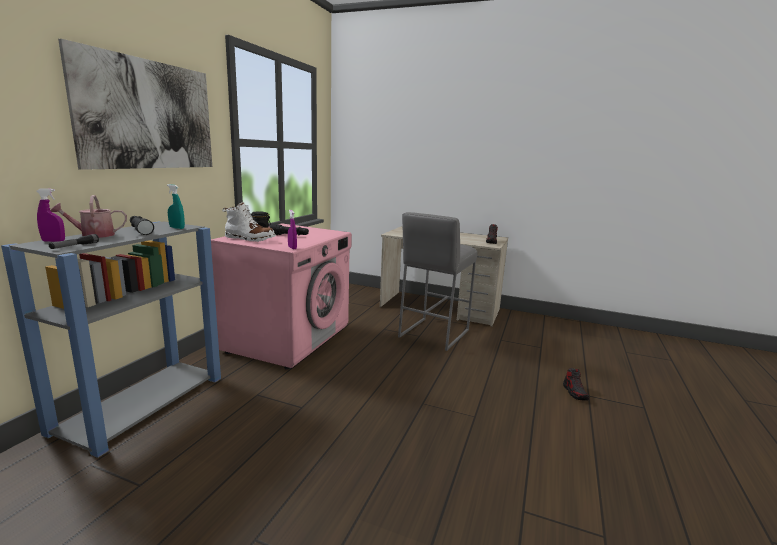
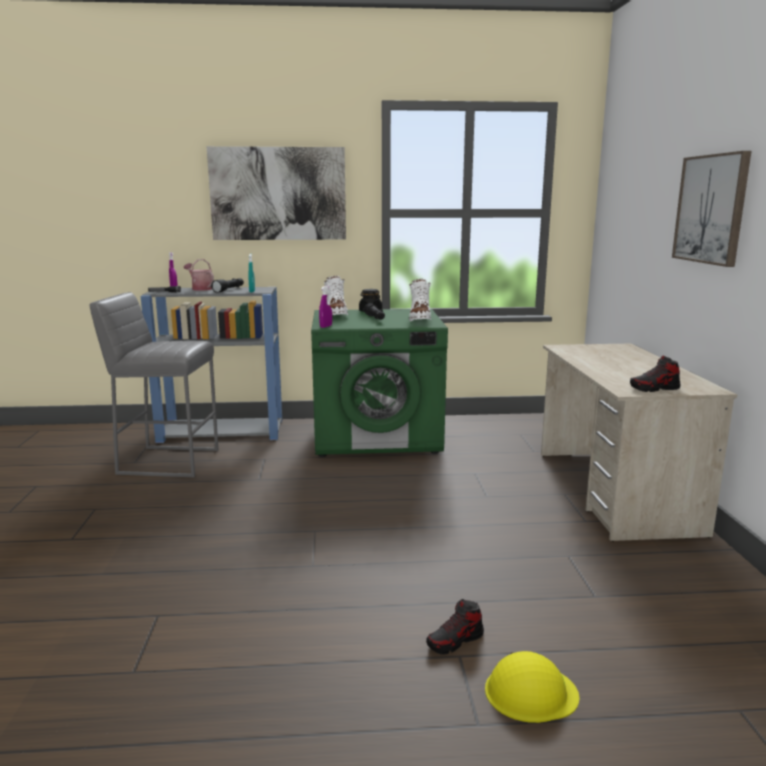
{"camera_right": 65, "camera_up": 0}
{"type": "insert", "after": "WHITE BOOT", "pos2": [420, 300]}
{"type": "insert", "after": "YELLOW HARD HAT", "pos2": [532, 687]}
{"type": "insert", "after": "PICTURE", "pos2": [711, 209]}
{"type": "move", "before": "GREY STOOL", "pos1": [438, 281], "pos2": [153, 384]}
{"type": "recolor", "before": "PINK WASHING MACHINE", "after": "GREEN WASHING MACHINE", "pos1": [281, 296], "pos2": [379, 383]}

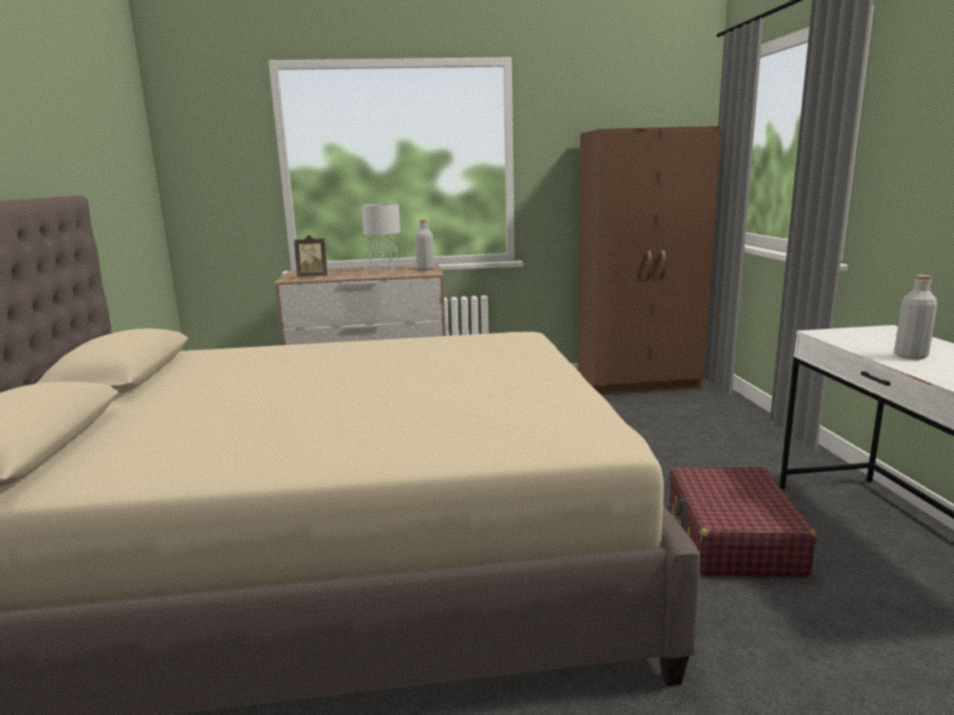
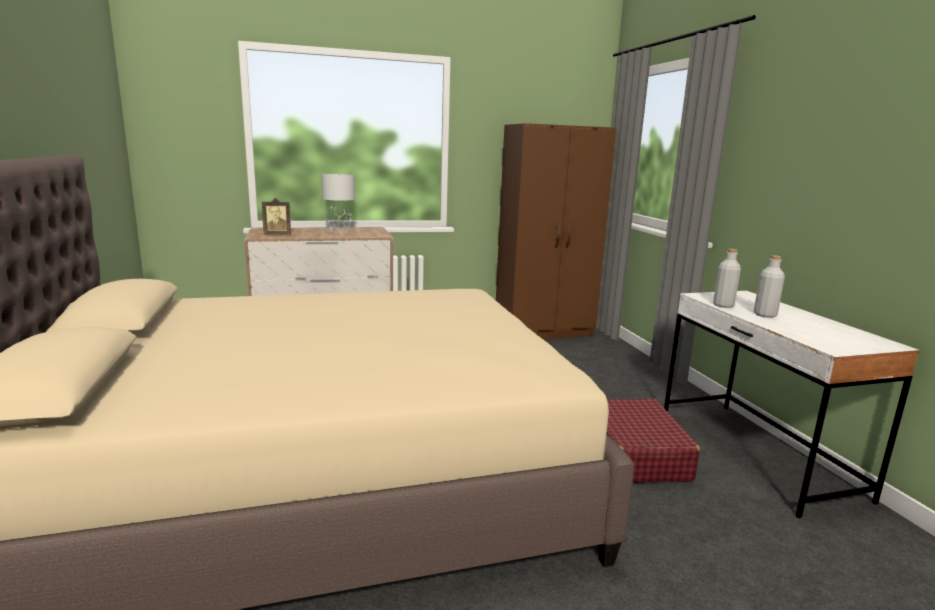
{"camera_right": -10, "camera_up": 0}
{"type": "move", "before": "GREY BOTTLE", "pos1": [425, 245], "pos2": [727, 278]}

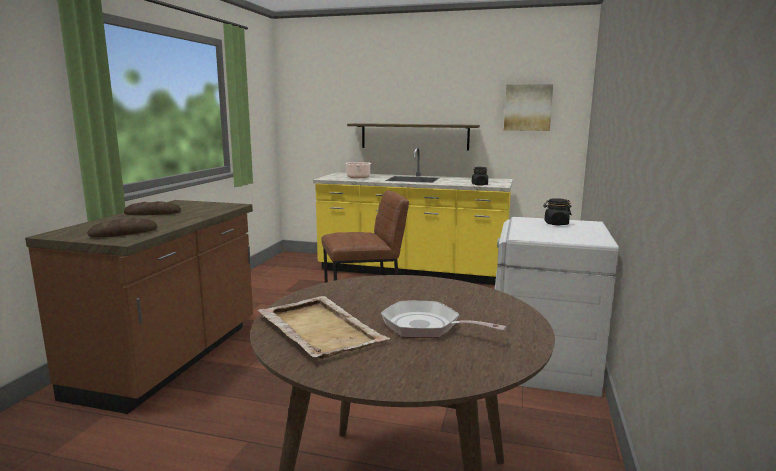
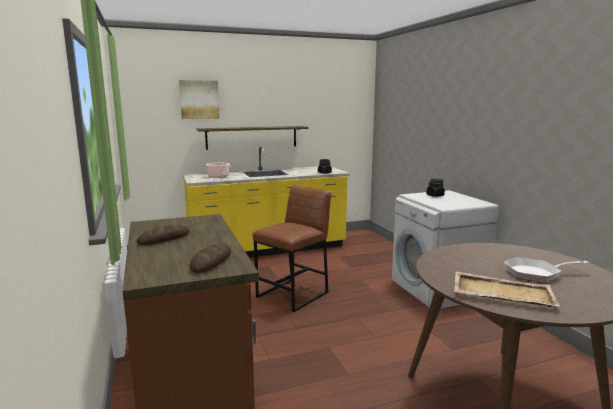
{"camera_right": -35, "camera_up": 0}
{"type": "move", "before": "PICTURE", "pos1": [528, 107], "pos2": [199, 99]}

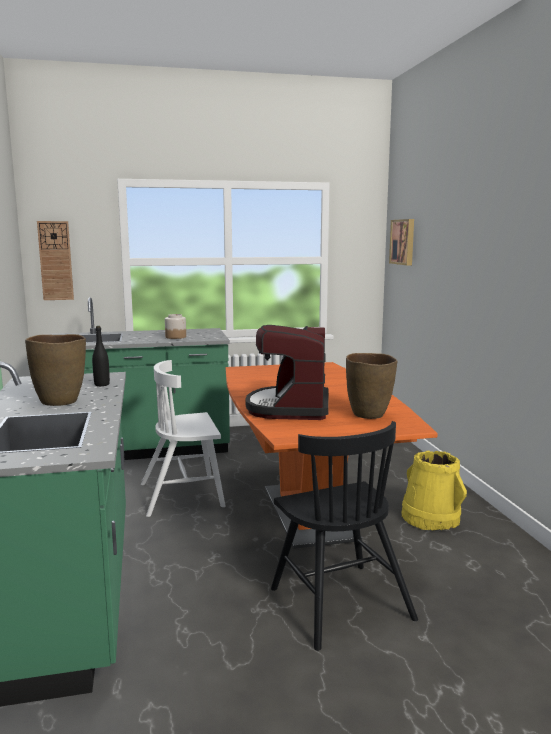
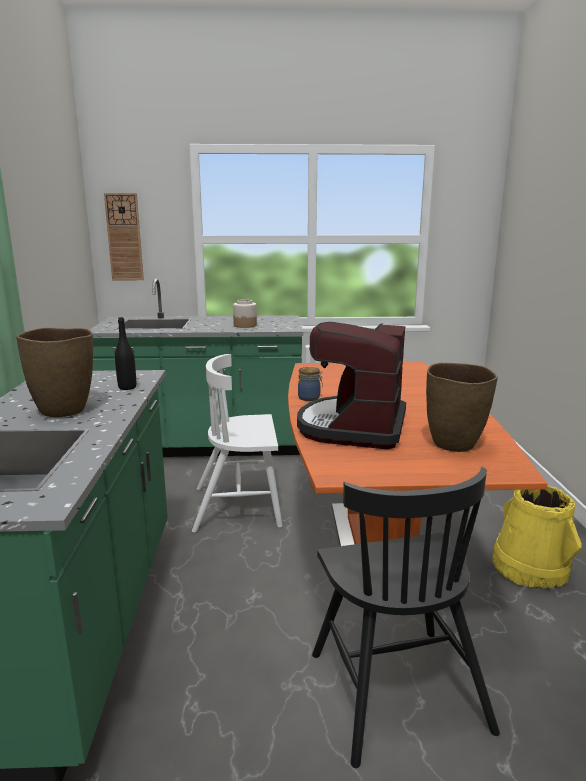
{"camera_right": 10, "camera_up": 5}
{"type": "delete", "before": "PICTURE", "pos1": [401, 242]}
{"type": "insert", "after": "JAR", "pos2": [310, 384]}

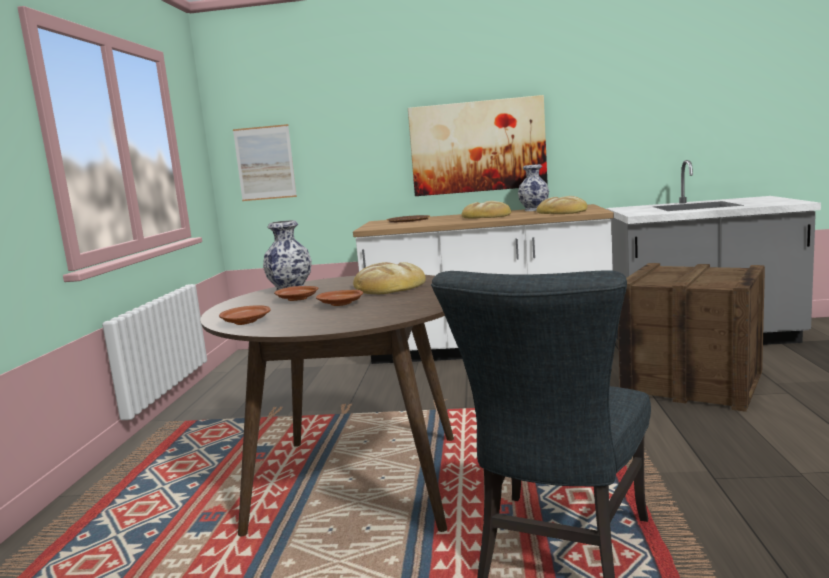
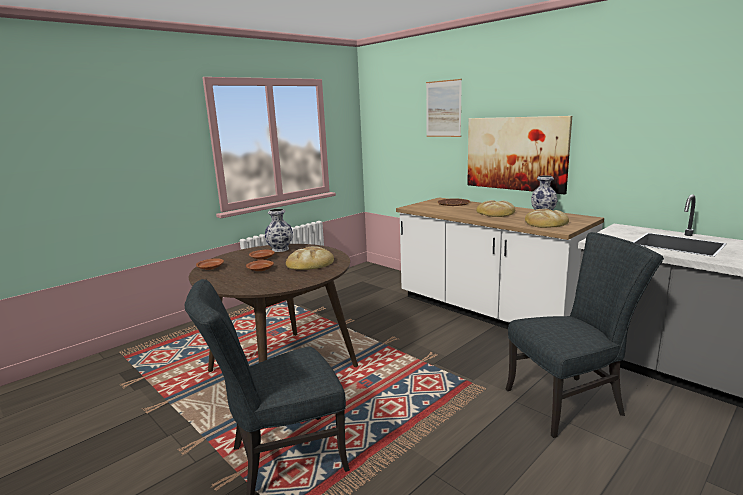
{"camera_right": 40, "camera_up": 5}
{"type": "move", "before": "PICTURE", "pos1": [265, 162], "pos2": [444, 108]}
{"type": "replace", "before": "CRATE", "after": "GREY CHAIR", "pos1": [691, 337], "pos2": [585, 335]}

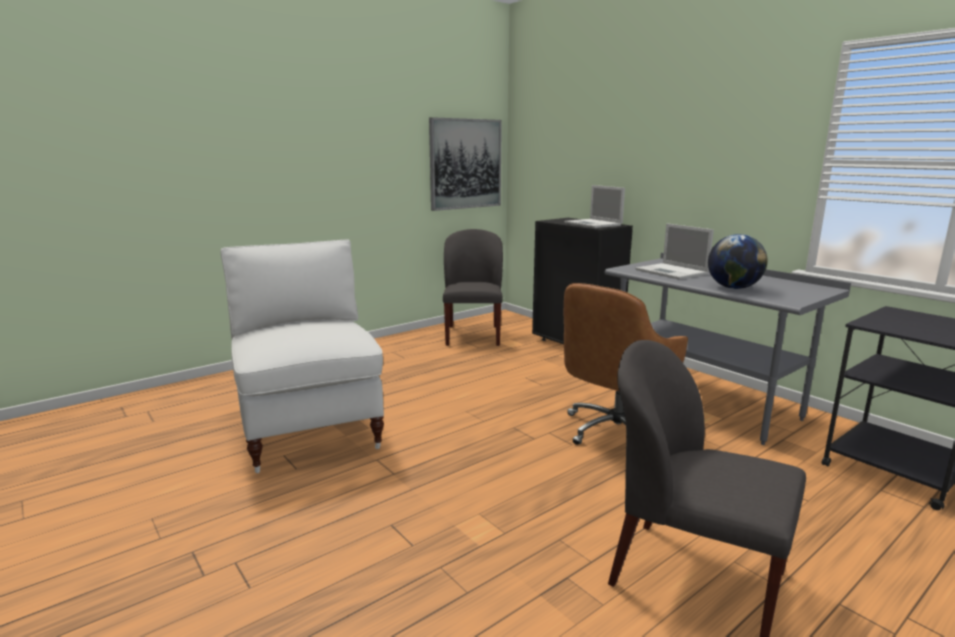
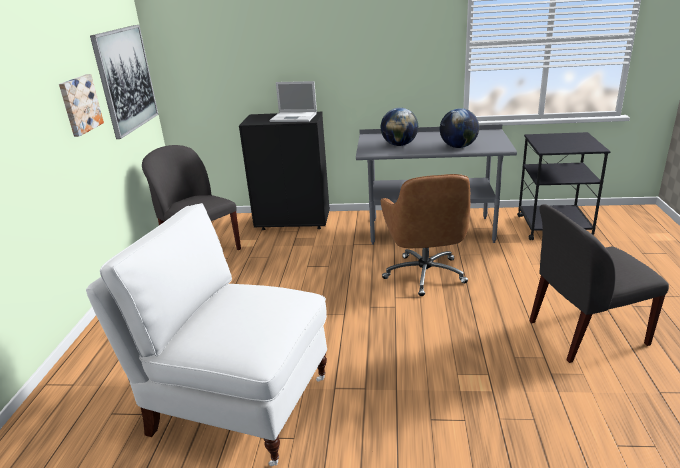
{"camera_right": -45, "camera_up": 10}
{"type": "insert", "after": "PICTURE", "pos2": [81, 105]}
{"type": "replace", "before": "LAPTOP", "after": "GLOBE", "pos1": [674, 251], "pos2": [399, 127]}

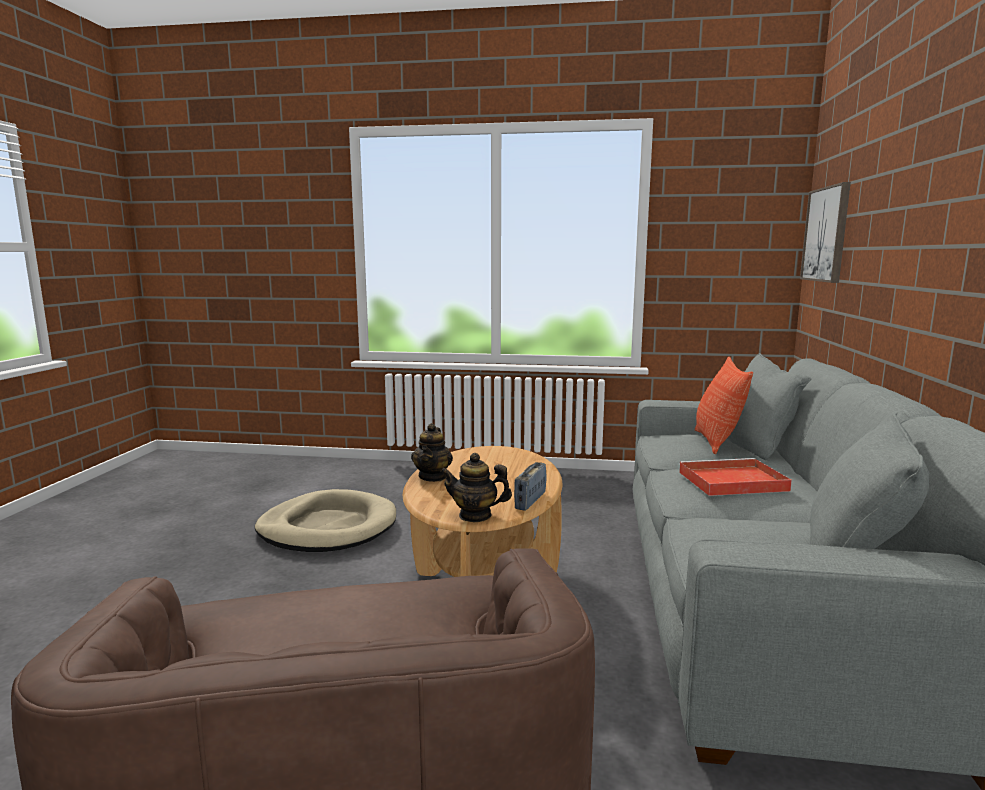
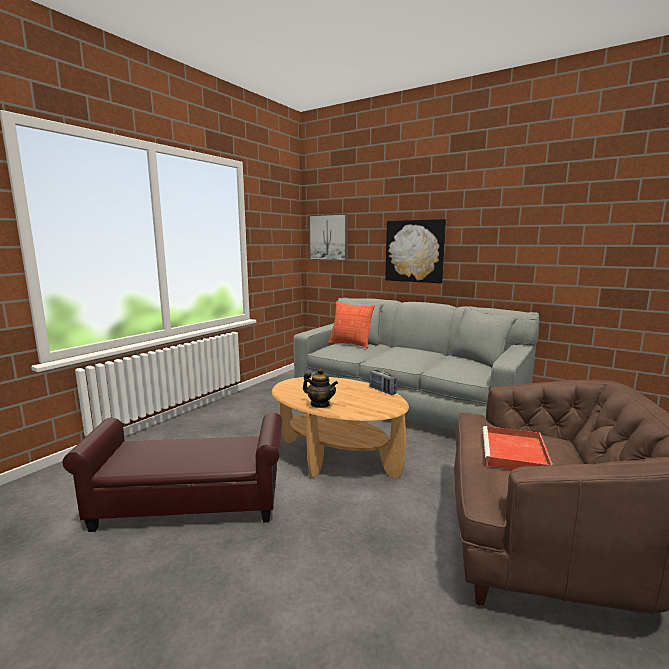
{"camera_right": -65, "camera_up": 0}
{"type": "delete", "before": "TEAPOT", "pos1": [476, 487]}
{"type": "insert", "after": "PICTURE", "pos2": [415, 251]}
{"type": "move", "before": "RED TRAY", "pos1": [735, 477], "pos2": [518, 448]}
{"type": "replace", "before": "BEIGE DOG BED", "after": "BROWN OTTOMAN", "pos1": [325, 520], "pos2": [172, 472]}

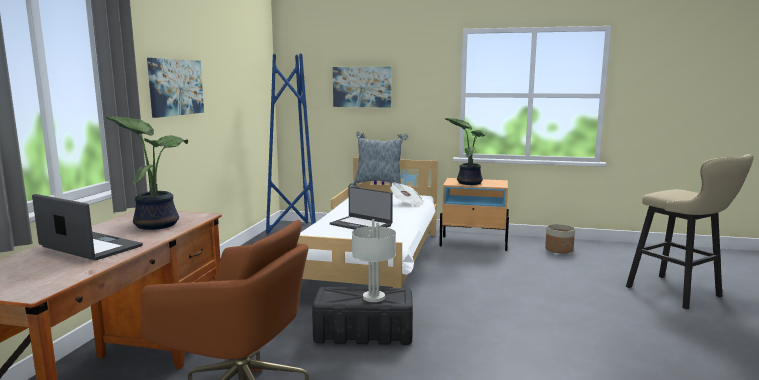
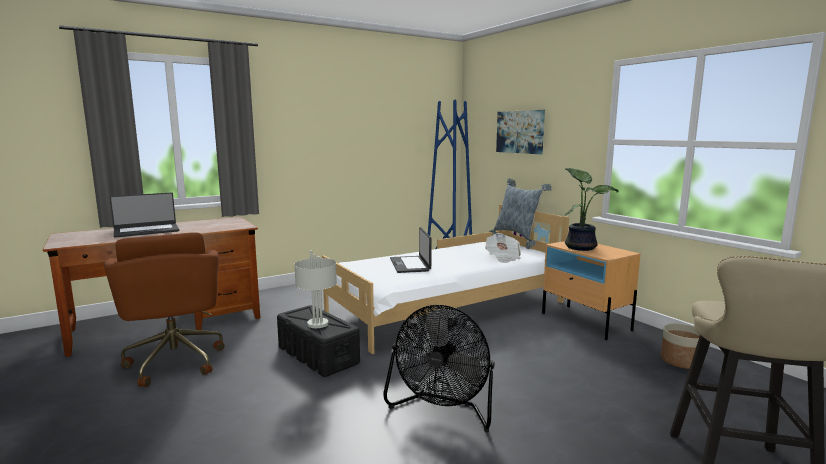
{"camera_right": 45, "camera_up": 0}
{"type": "delete", "before": "POTTED PLANT", "pos1": [146, 173]}
{"type": "delete", "before": "PICTURE", "pos1": [175, 88]}
{"type": "insert", "after": "BLACK FAN", "pos2": [439, 368]}
{"type": "rotate", "before": "LAPTOP", "pos1": [87, 227], "pos2": [145, 215], "turn": 75}

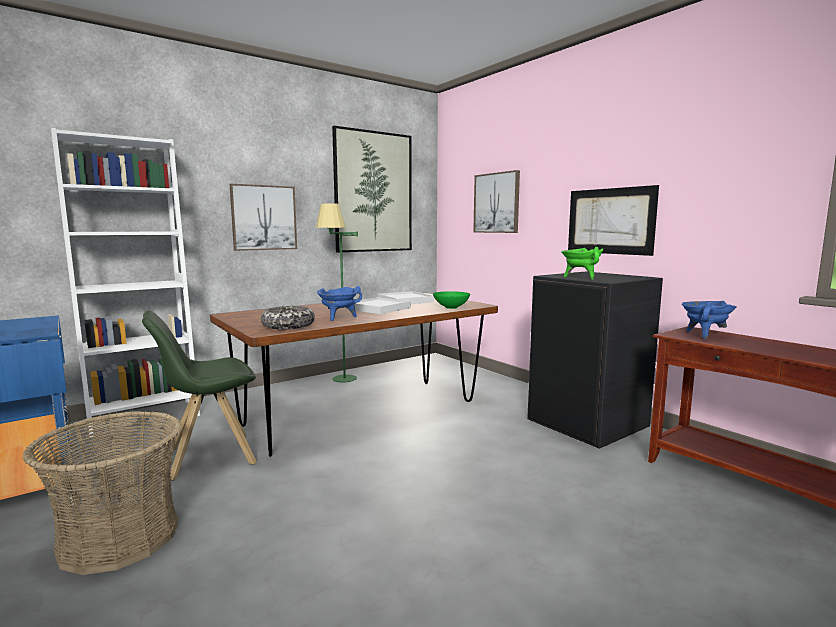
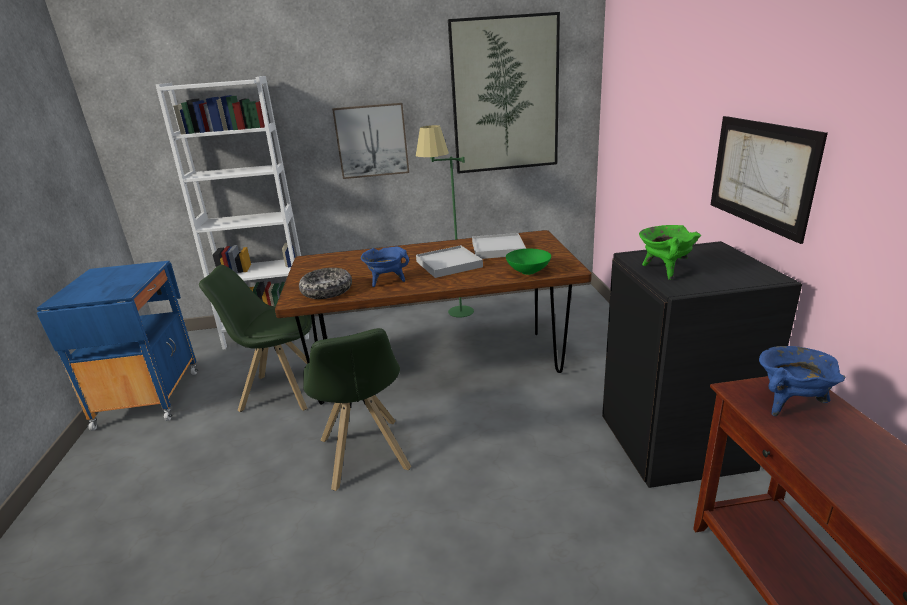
{"camera_right": 30, "camera_up": 15}
{"type": "delete", "before": "BASKET", "pos1": [102, 493]}
{"type": "delete", "before": "PICTURE", "pos1": [496, 201]}
{"type": "insert", "after": "GREEN CHAIR", "pos2": [357, 409]}

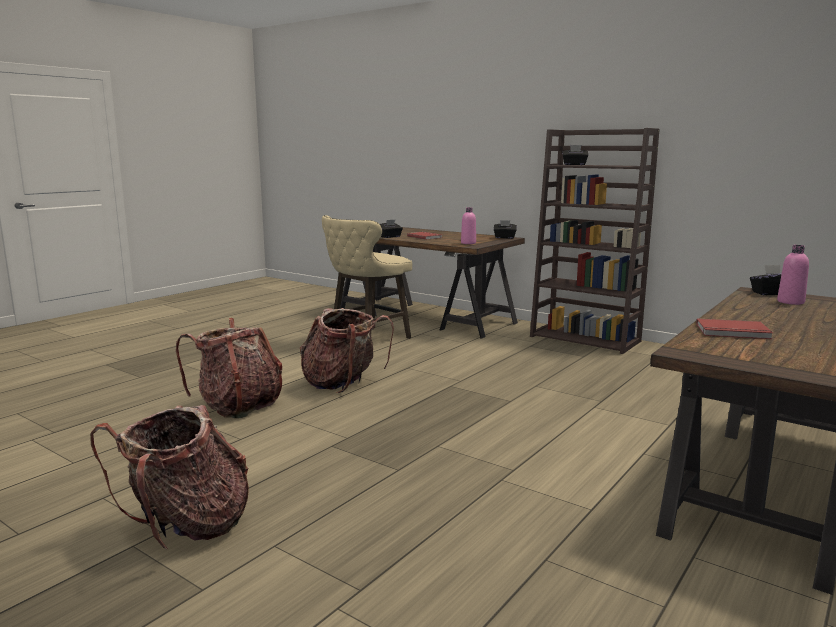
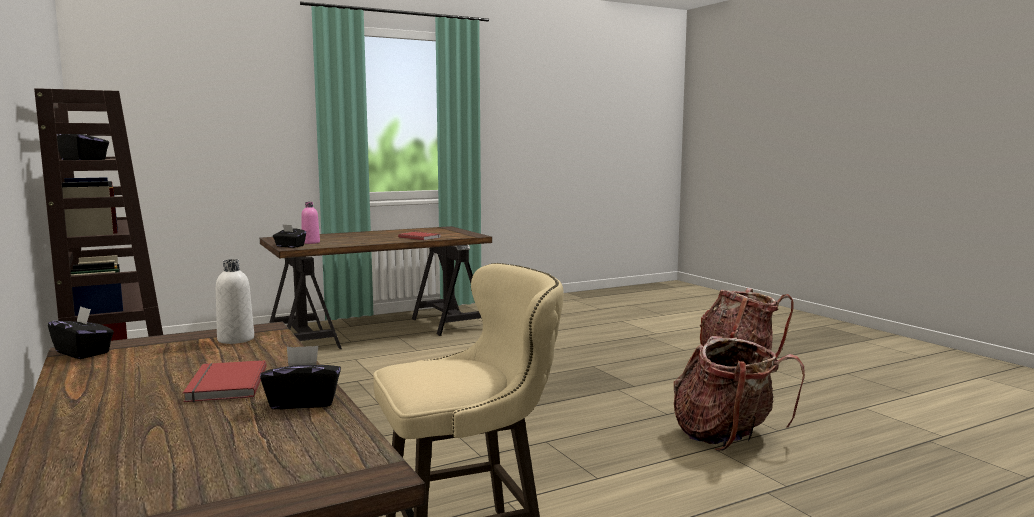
{"camera_right": -155, "camera_up": -5}
{"type": "delete", "before": "BACKPACK", "pos1": [347, 350]}
{"type": "recolor", "before": "PINK BOTTLE", "after": "WHITE BOTTLE", "pos1": [468, 225], "pos2": [235, 301]}

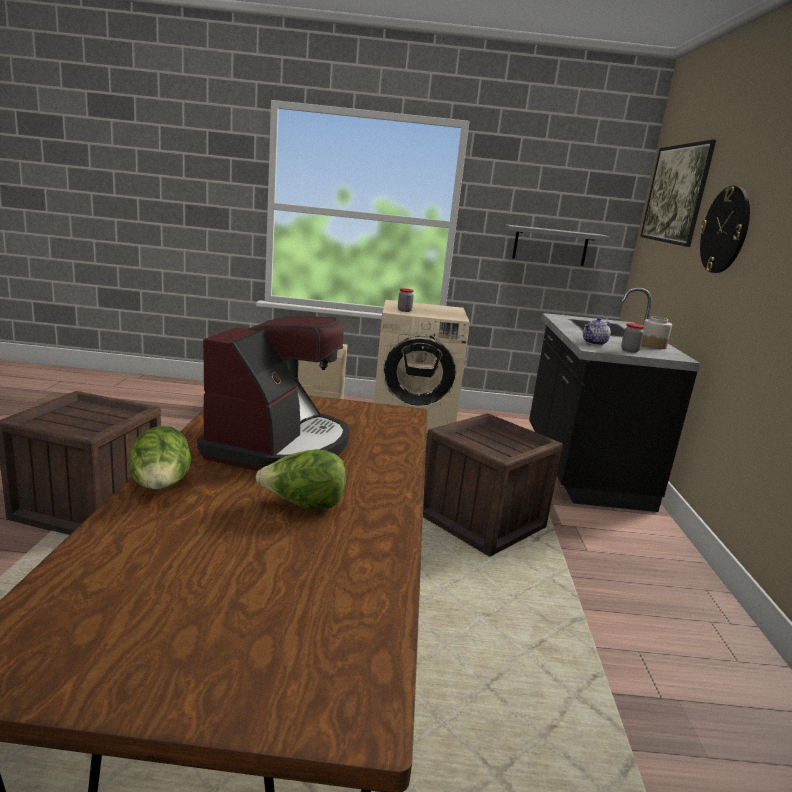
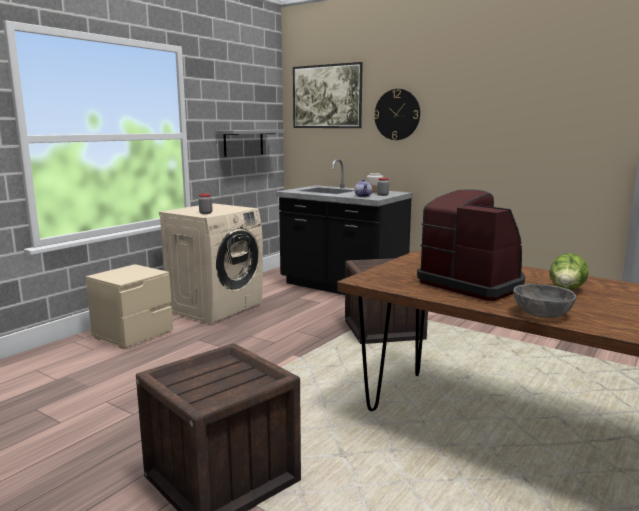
{"camera_right": -55, "camera_up": -5}
{"type": "replace", "before": "LETTUCE", "after": "GREY BOWL", "pos1": [160, 458], "pos2": [545, 301]}

